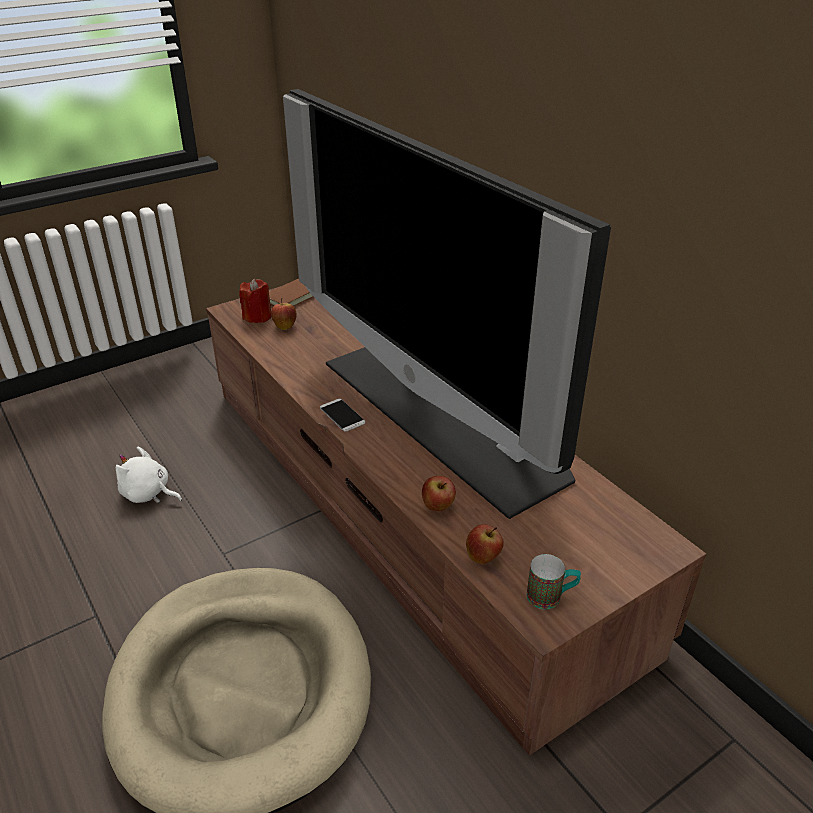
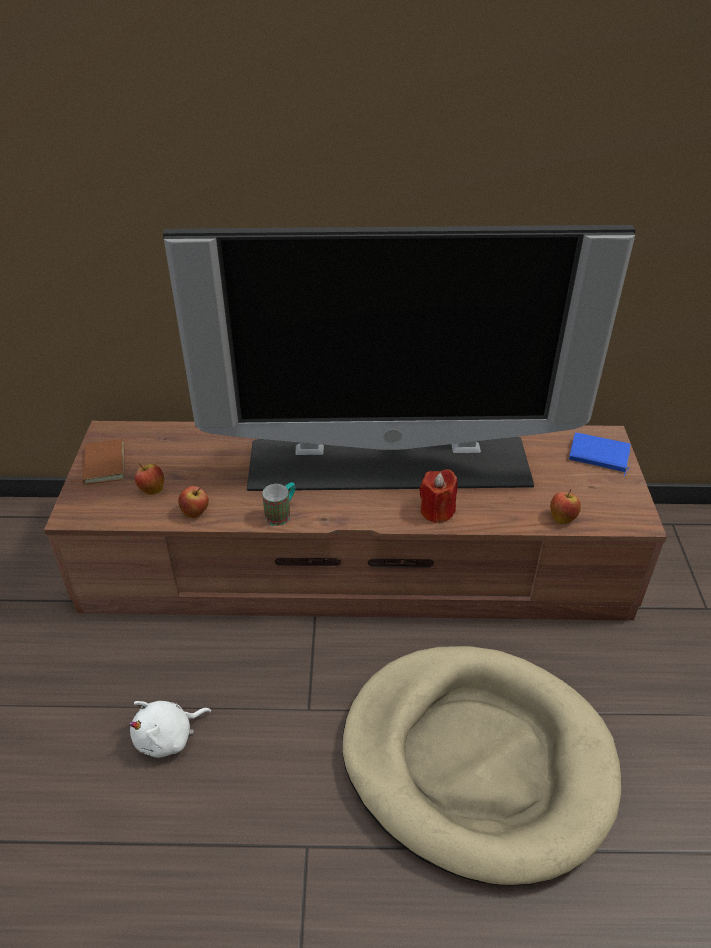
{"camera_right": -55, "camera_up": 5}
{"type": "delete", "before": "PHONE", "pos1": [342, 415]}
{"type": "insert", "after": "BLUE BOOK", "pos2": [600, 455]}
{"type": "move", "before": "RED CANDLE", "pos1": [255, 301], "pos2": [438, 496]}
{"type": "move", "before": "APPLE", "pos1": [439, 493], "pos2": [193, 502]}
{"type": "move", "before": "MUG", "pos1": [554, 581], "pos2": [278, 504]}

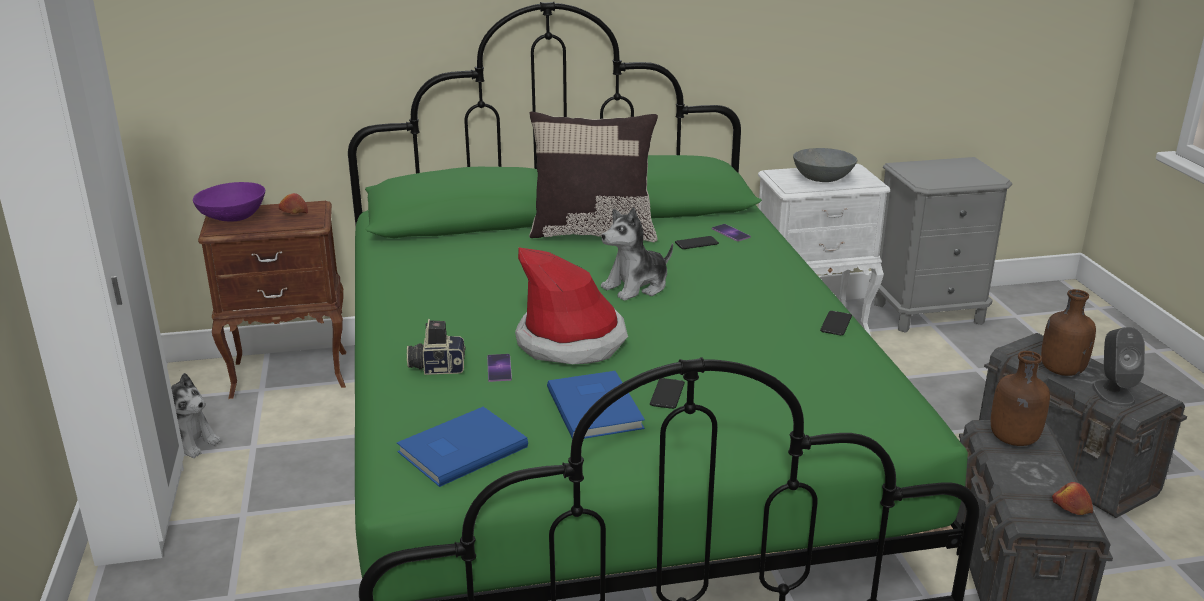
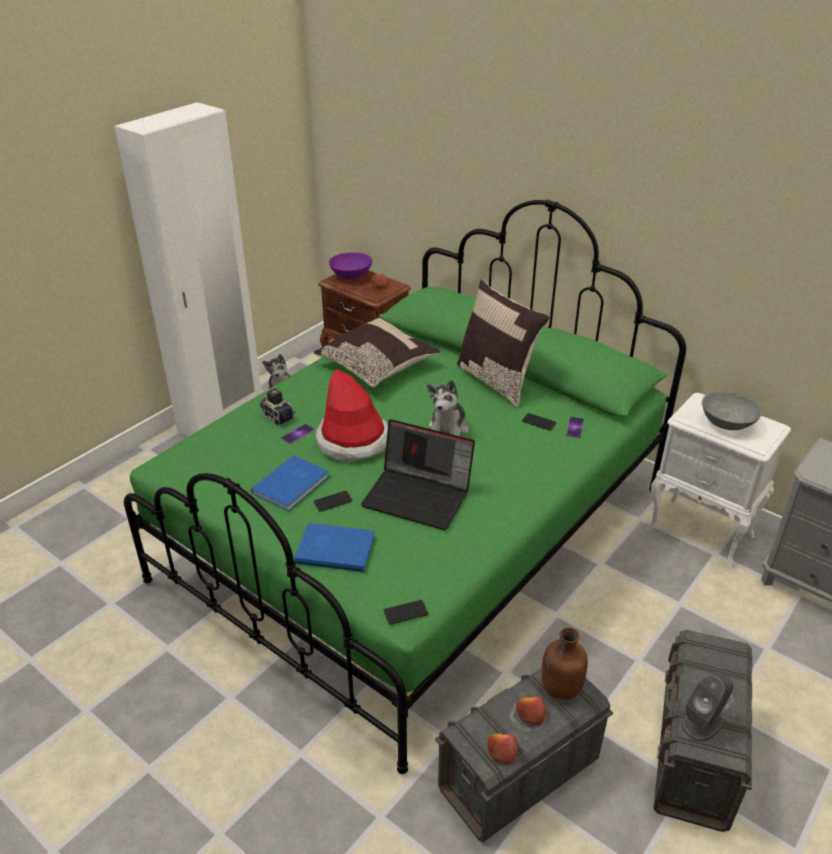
{"camera_right": 50, "camera_up": 10}
{"type": "delete", "before": "BROWN BOTTLE", "pos1": [1068, 332]}
{"type": "insert", "after": "PILLOW", "pos2": [377, 352]}
{"type": "insert", "after": "LAPTOP", "pos2": [418, 474]}
{"type": "insert", "after": "APPLE", "pos2": [531, 711]}
{"type": "move", "before": "BLUE BOOK", "pos1": [462, 447], "pos2": [334, 547]}
{"type": "move", "before": "PHONE", "pos1": [836, 323], "pos2": [406, 612]}
{"type": "rotate", "before": "PLUSH TOY", "pos1": [637, 254], "pos2": [448, 408], "turn": -90}

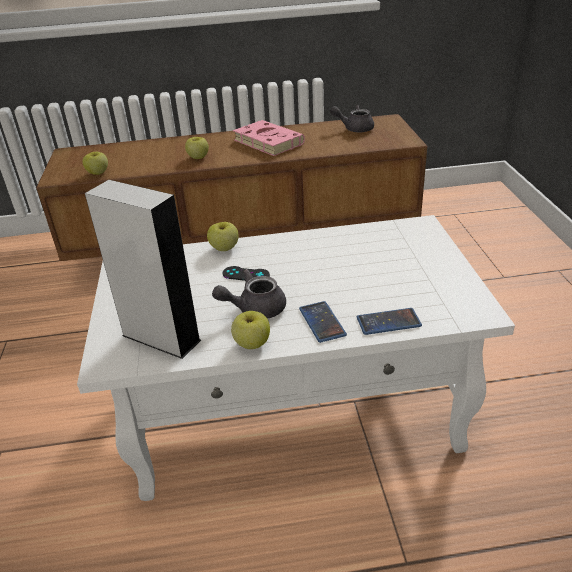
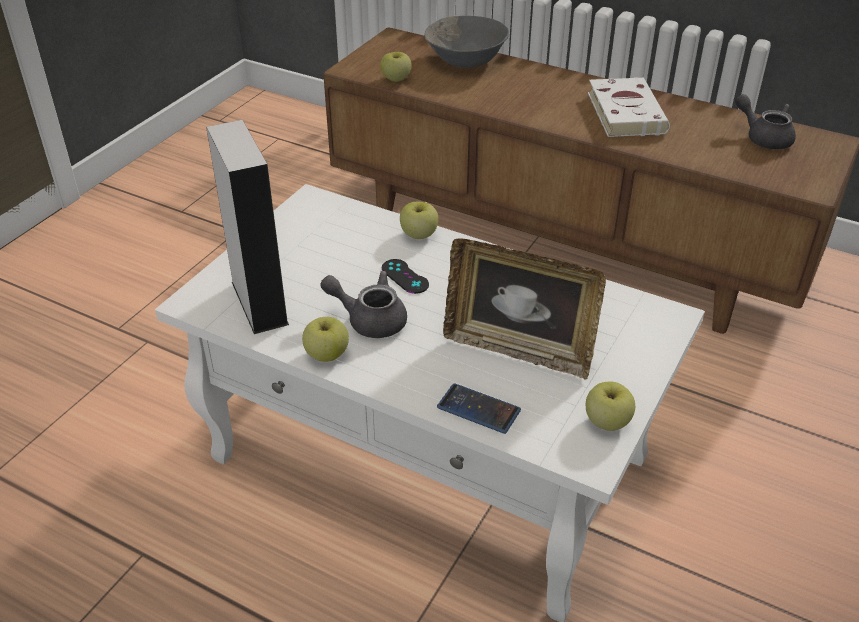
{"camera_right": 35, "camera_up": 5}
{"type": "delete", "before": "PHONE", "pos1": [323, 322]}
{"type": "insert", "after": "GREY BOWL", "pos2": [466, 42]}
{"type": "insert", "after": "PICTURE FRAME", "pos2": [524, 308]}
{"type": "move", "before": "APPLE", "pos1": [197, 148], "pos2": [610, 406]}
{"type": "recolor", "before": "PINK BOOK", "after": "WHITE BOOK", "pos1": [269, 138], "pos2": [629, 107]}

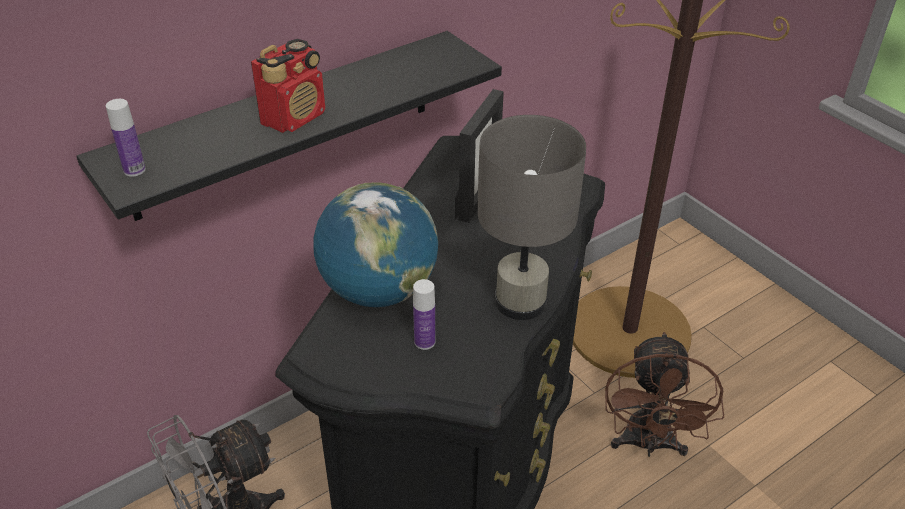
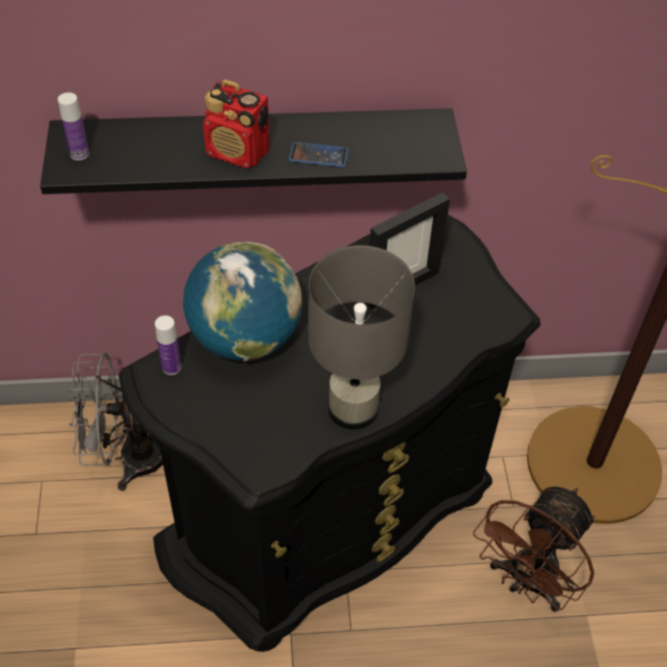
{"camera_right": 30, "camera_up": 10}
{"type": "insert", "after": "PHONE", "pos2": [319, 155]}
{"type": "move", "before": "BOTTLE", "pos1": [424, 314], "pos2": [168, 345]}
{"type": "rotate", "before": "RADIO", "pos1": [288, 86], "pos2": [236, 124], "turn": 45}

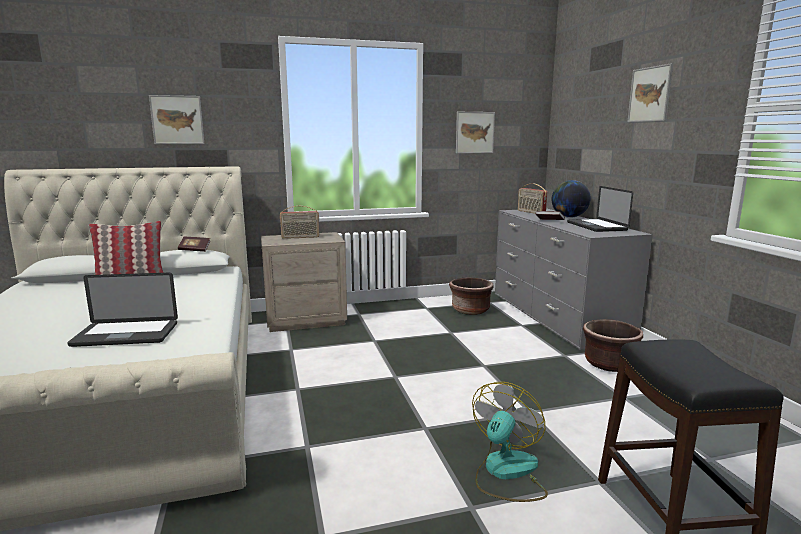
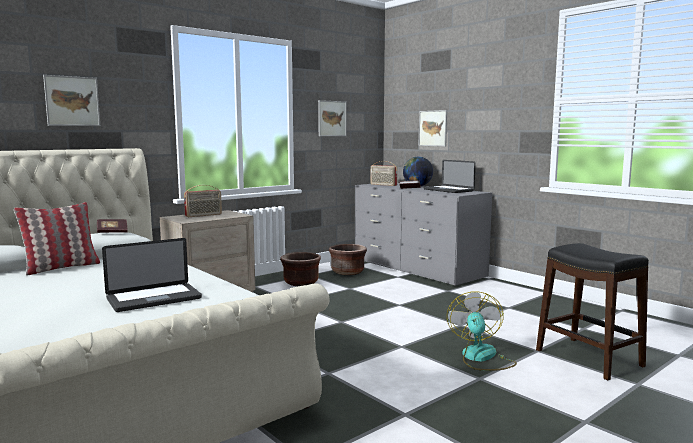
{"camera_right": -25, "camera_up": -5}
{"type": "move", "before": "BROWN PLANTER", "pos1": [613, 345], "pos2": [300, 269]}
{"type": "move", "before": "PICTURE", "pos1": [650, 92], "pos2": [433, 128]}

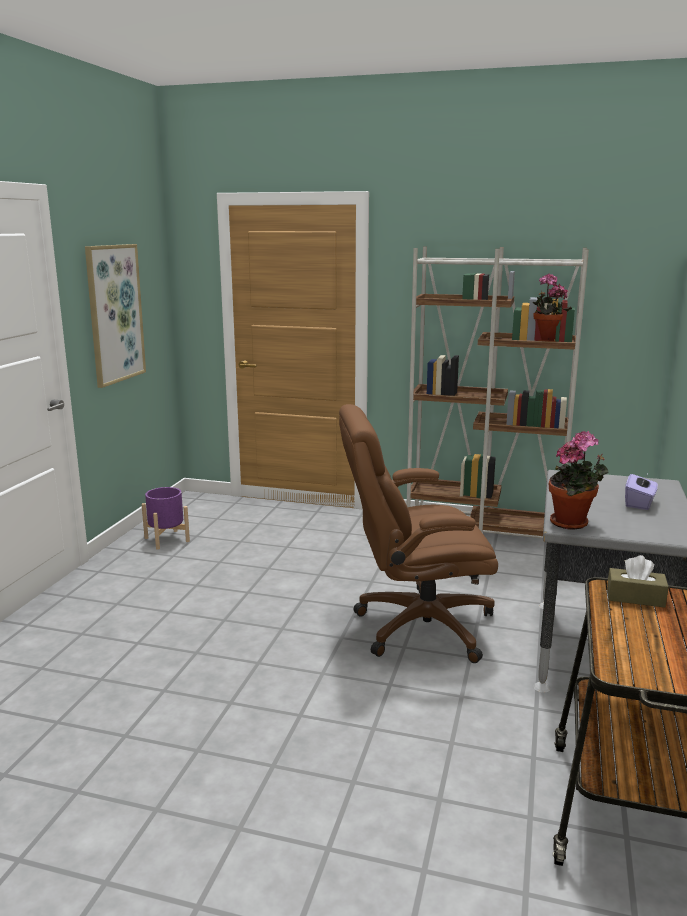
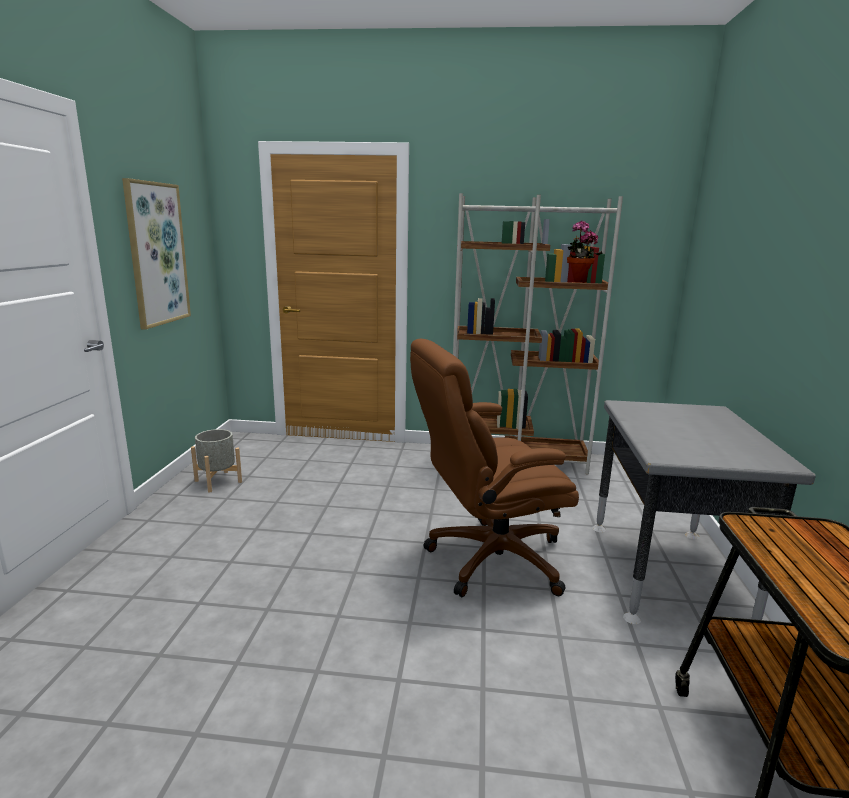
{"camera_right": -10, "camera_up": 0}
{"type": "delete", "before": "POTTED PLANT", "pos1": [579, 480]}
{"type": "delete", "before": "BROWN TISSUE BOX", "pos1": [637, 581]}
{"type": "delete", "before": "PURPLE TISSUE BOX", "pos1": [641, 491]}
{"type": "recolor", "before": "PURPLE PLANTER", "after": "GREY PLANTER", "pos1": [166, 518], "pos2": [216, 461]}

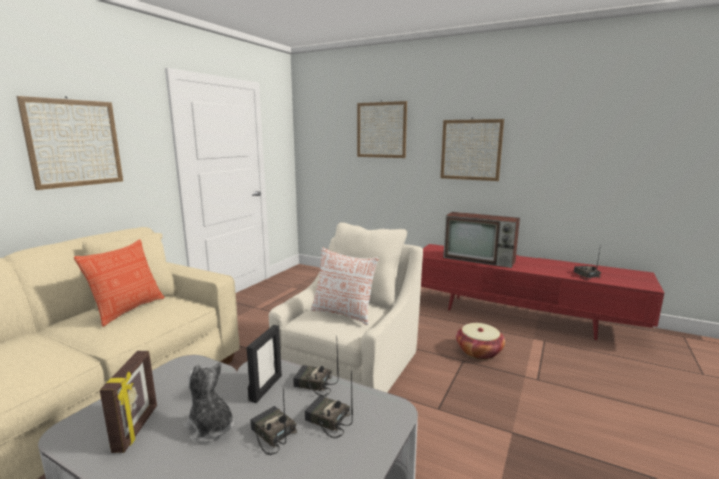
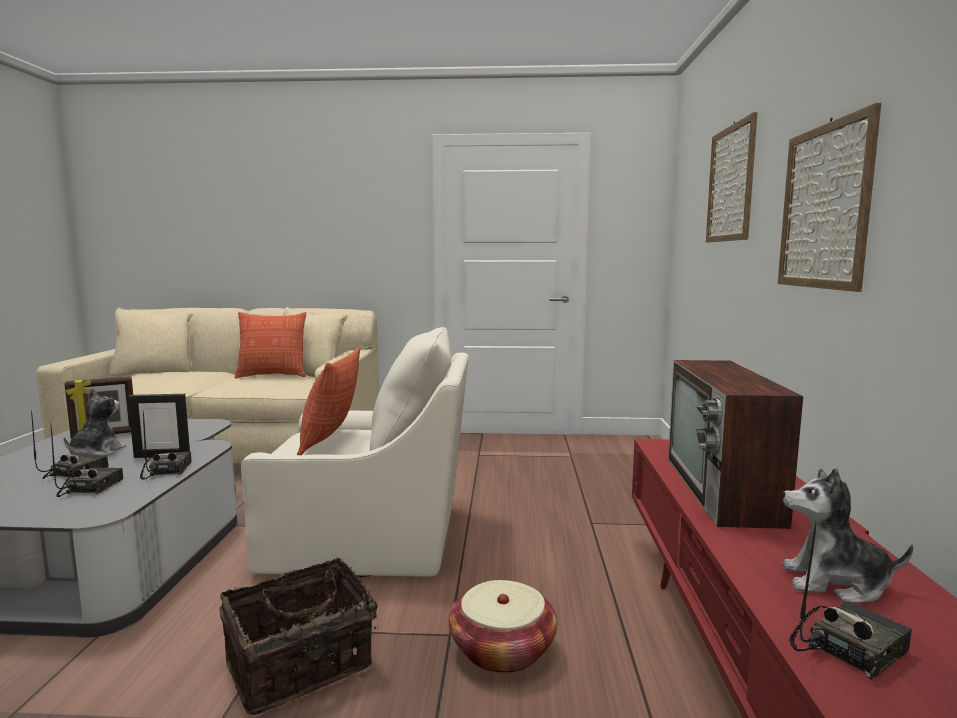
{"camera_right": 65, "camera_up": -5}
{"type": "delete", "before": "PICTURE", "pos1": [69, 143]}
{"type": "insert", "after": "BASKET", "pos2": [299, 636]}
{"type": "insert", "after": "PLUSH TOY", "pos2": [848, 535]}
{"type": "recolor", "before": "WHITE PILLOW", "after": "ORANGE PILLOW", "pos1": [344, 286], "pos2": [328, 401]}

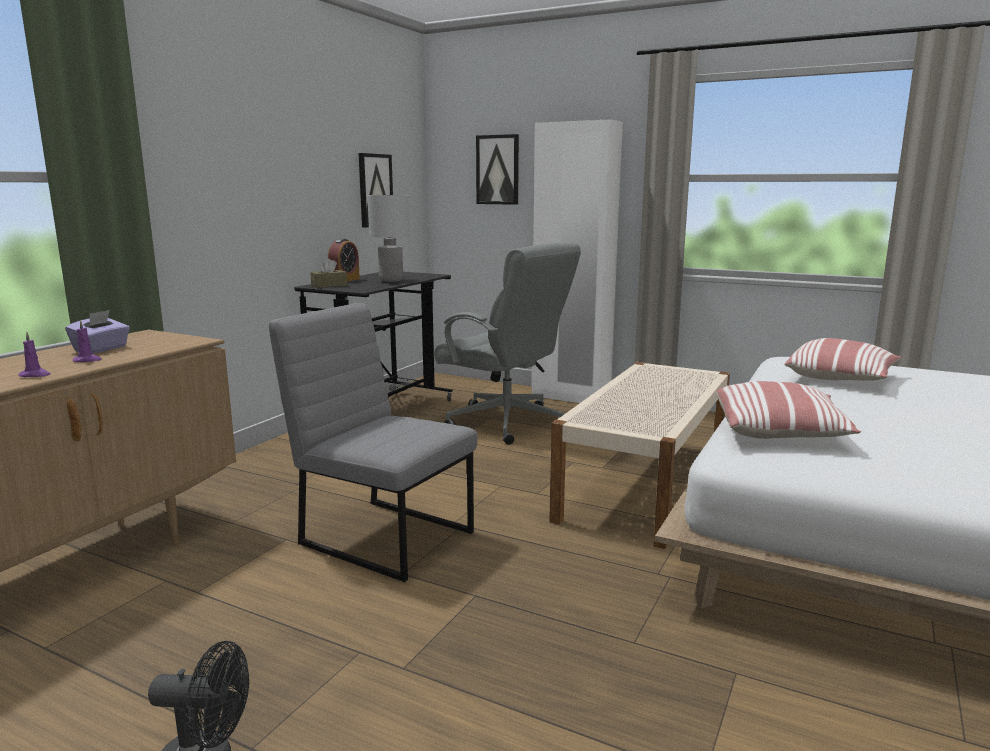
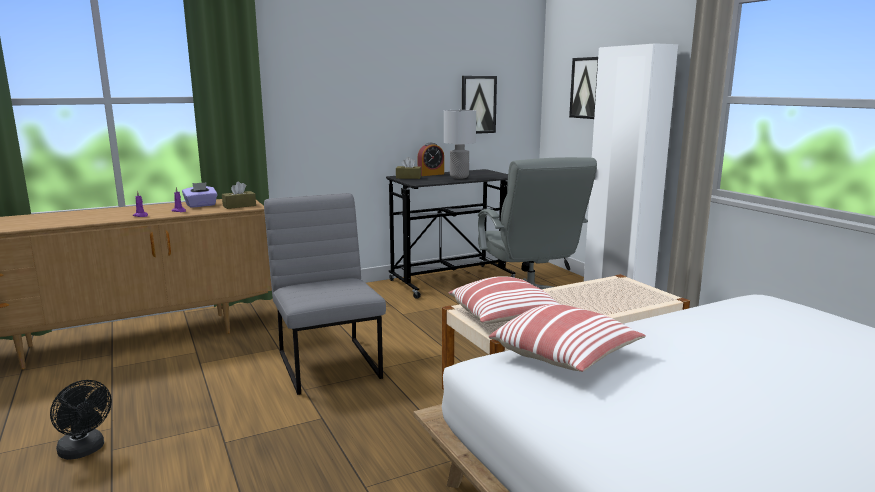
{"camera_right": 35, "camera_up": 0}
{"type": "insert", "after": "BROWN TISSUE BOX", "pos2": [239, 195]}
{"type": "move", "before": "PILLOW", "pos1": [843, 359], "pos2": [504, 300]}

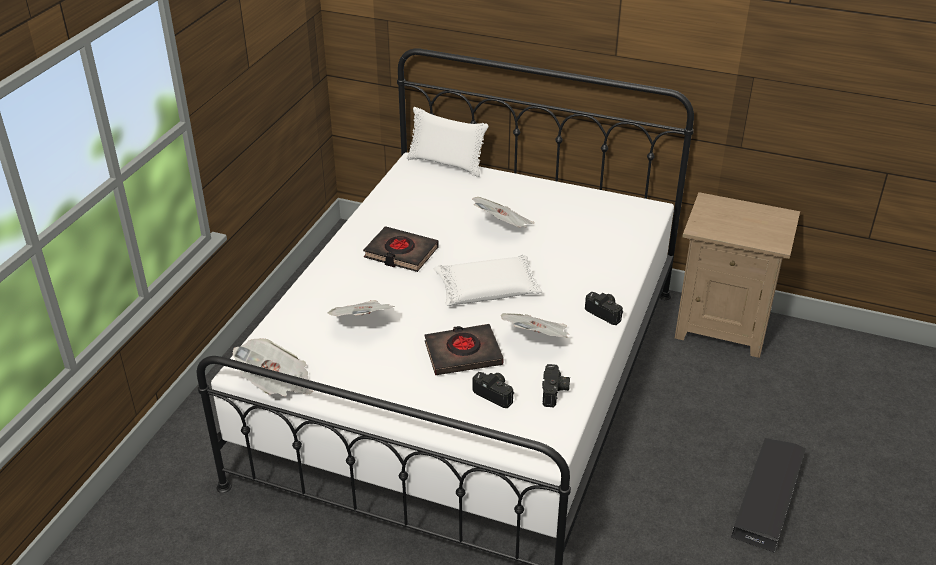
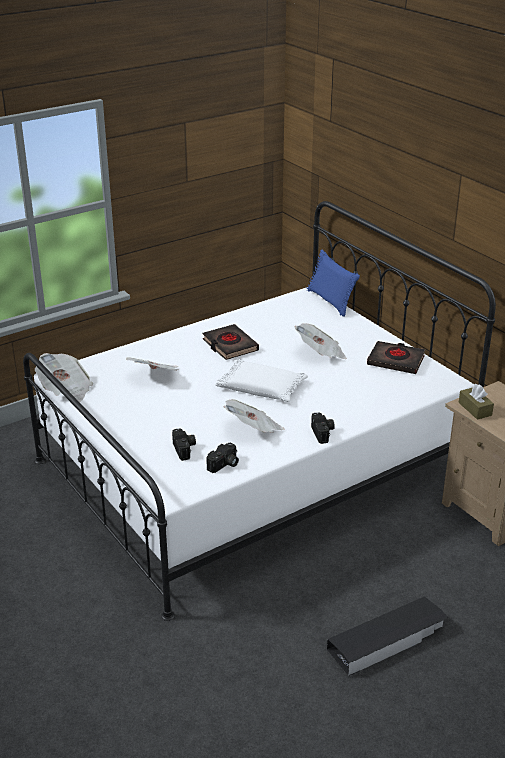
{"camera_right": 35, "camera_up": -5}
{"type": "insert", "after": "BROWN TISSUE BOX", "pos2": [476, 402]}
{"type": "move", "before": "BLACK BOOK", "pos1": [463, 349], "pos2": [396, 357]}
{"type": "recolor", "before": "WHITE PILLOW", "after": "BLUE PILLOW", "pos1": [447, 142], "pos2": [333, 283]}

